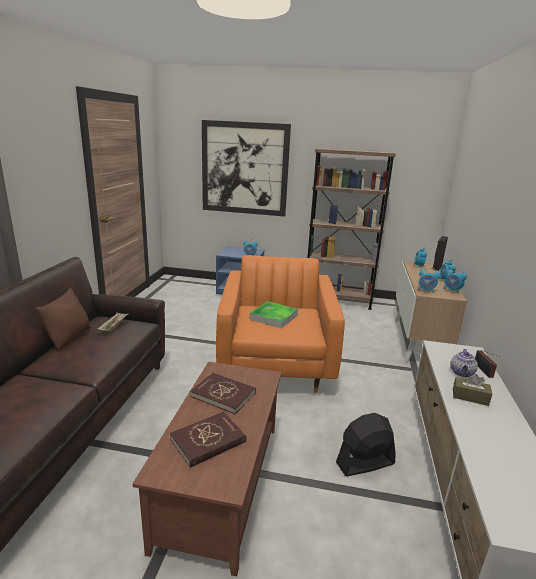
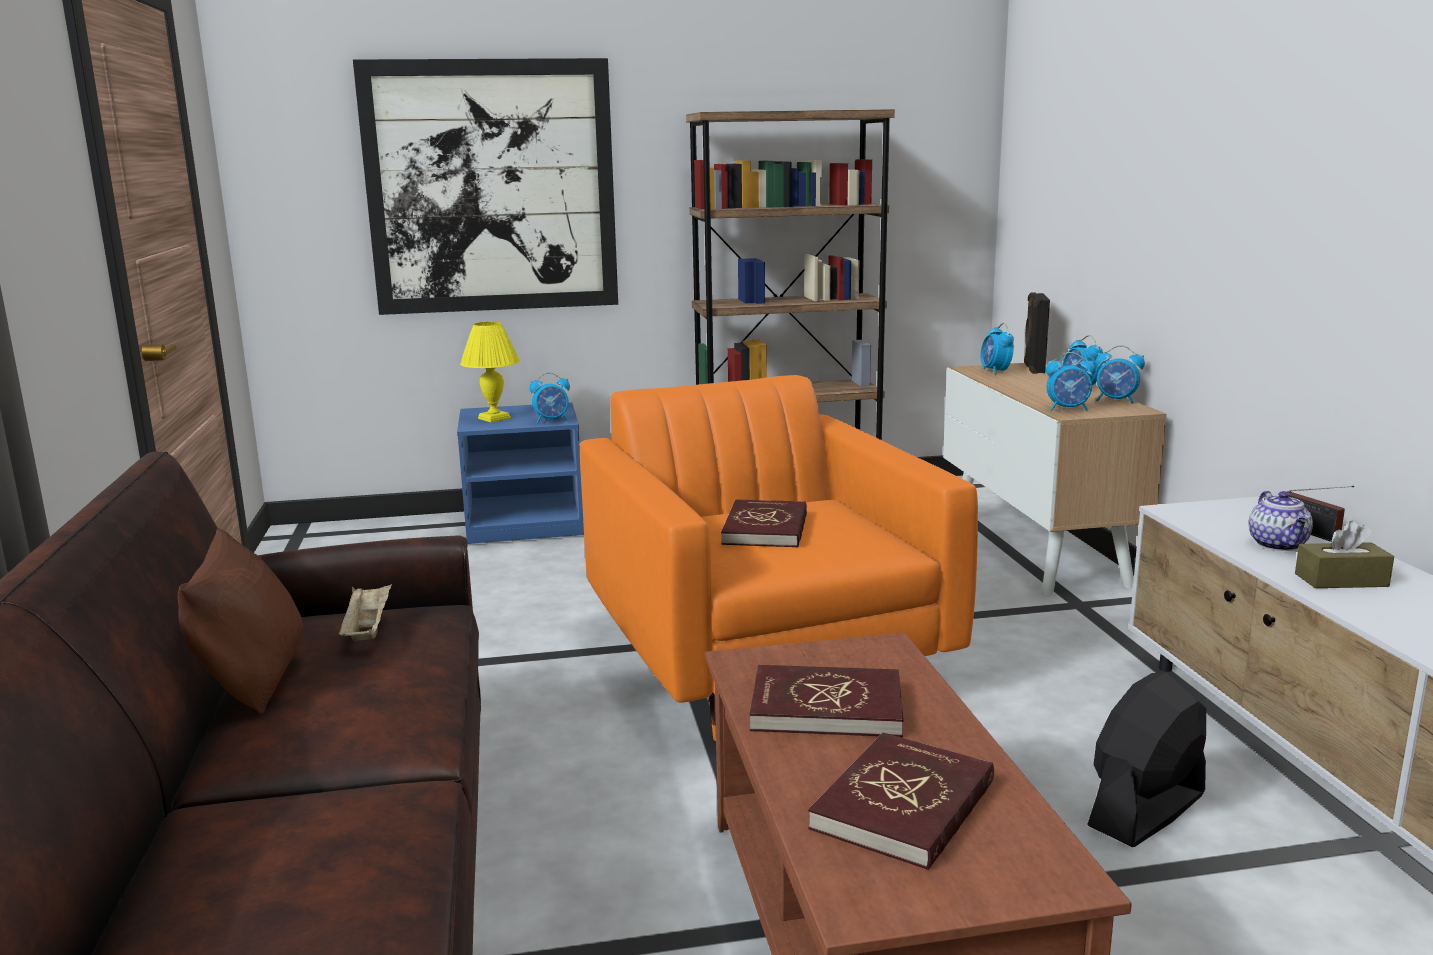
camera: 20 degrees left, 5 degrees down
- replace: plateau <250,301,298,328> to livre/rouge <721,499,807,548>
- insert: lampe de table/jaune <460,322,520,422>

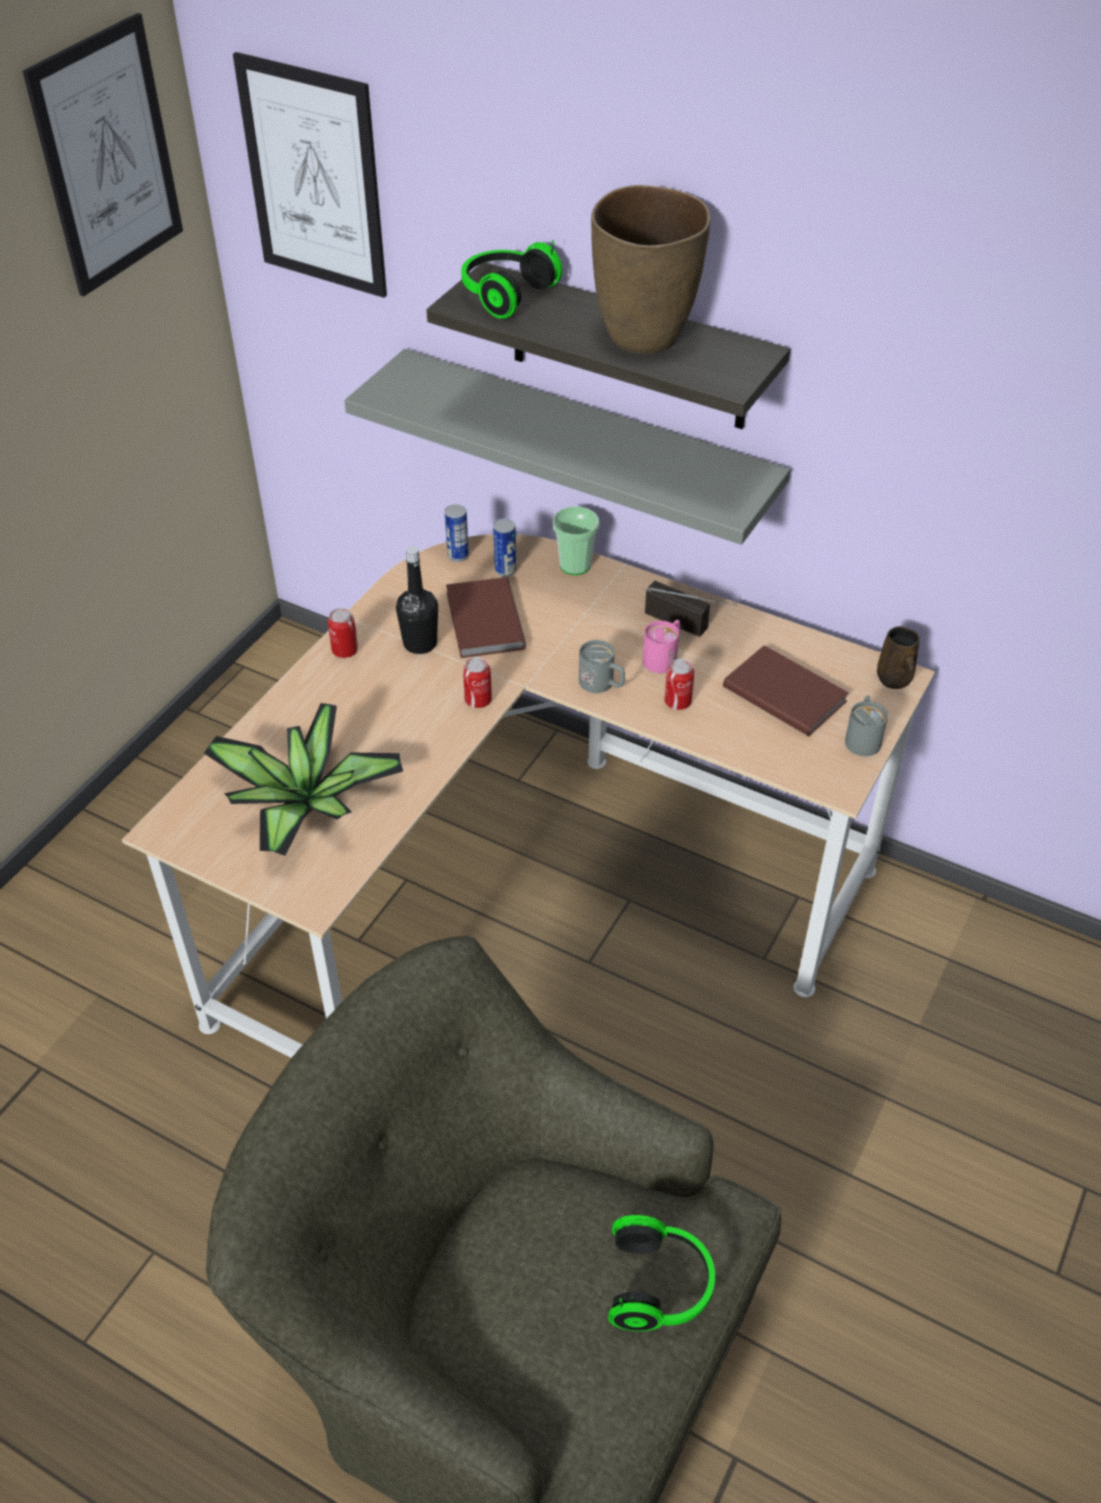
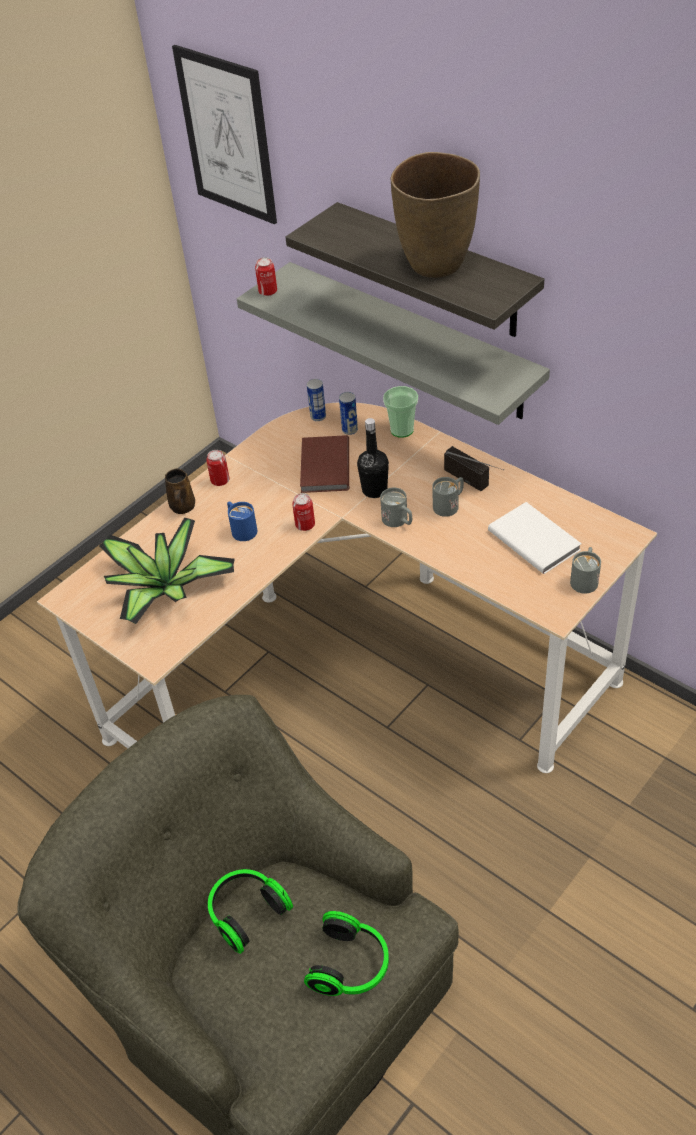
camera: 15 degrees right, 0 degrees up
- delete: tableau <23,13,183,297>
- move: bouteille/noir <396,546,438,654> to <357,418,389,498>
- move: casque audio <461,240,562,319> to <208,869,293,954>
- recolor: mug/rose <643,620,680,673> to mug/gris <432,477,464,517>
- move: boîte métallique <664,659,694,710> to <255,257,277,296>
- recolor: livre/marron <723,645,849,736> to livre/blanc <488,502,582,574>
- move: mug/marron <877,626,920,689> to <165,468,195,514>
- insert: mug/bleu <227,501,257,541>

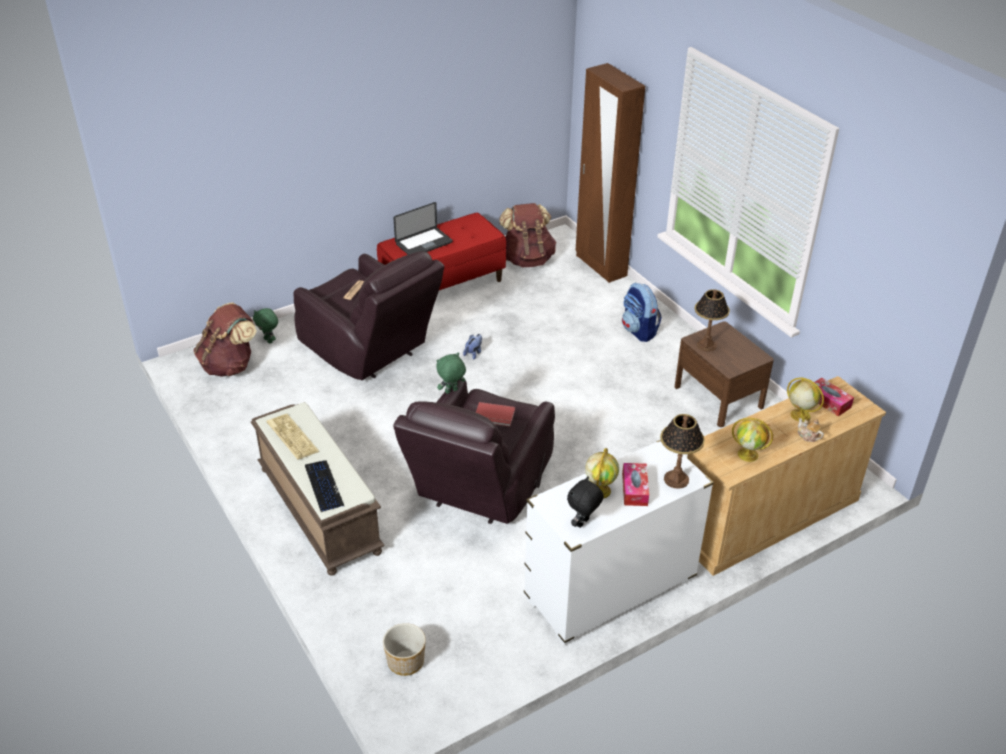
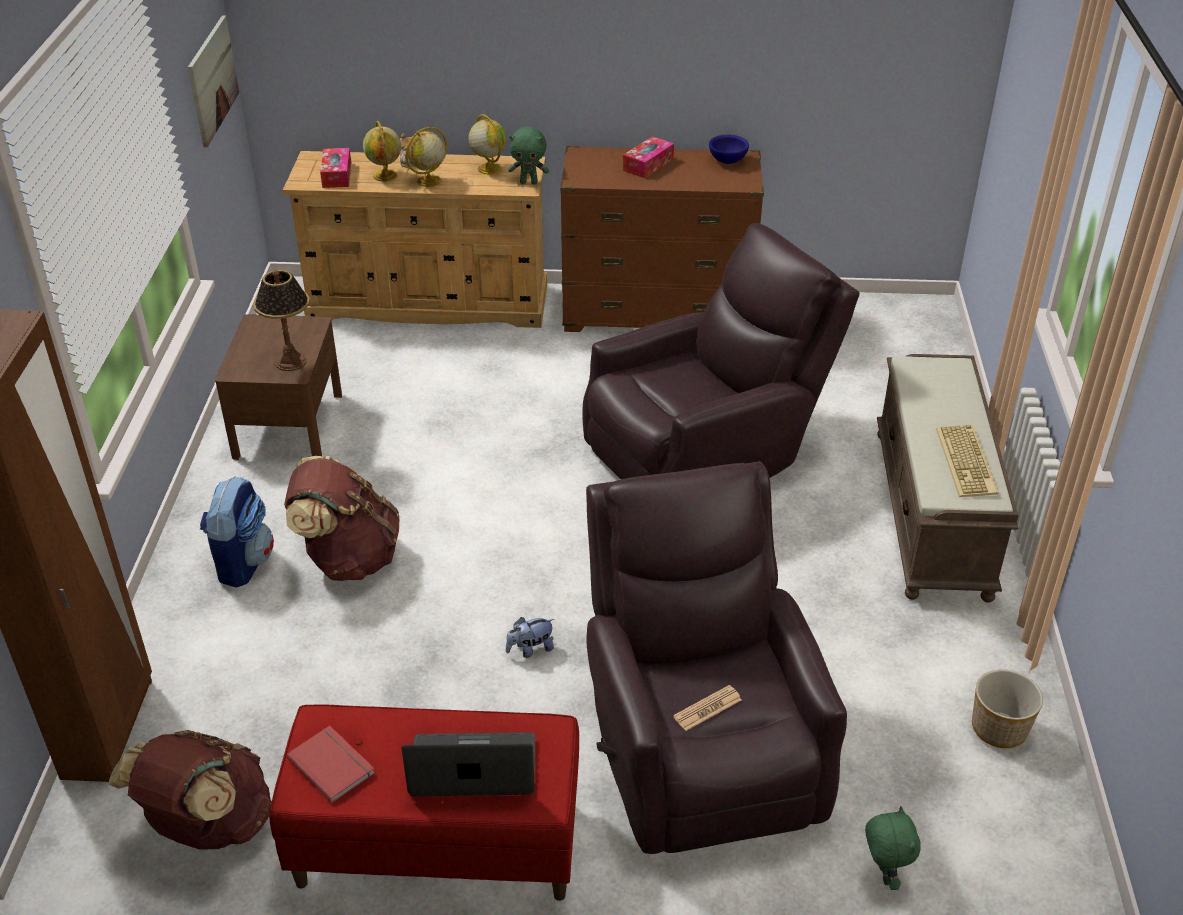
camera: 145 degrees left, 0 degrees up
- move: sac à dos/marron <194,303,257,377> to <284,456,400,581>
- delete: clavier <305,460,344,513>
- move: cache-pot <383,623,426,676> to <972,669,1043,748>
- move: peluche/vert <436,352,466,394> to <508,126,549,184>
- move: livre/rouge <476,402,515,427> to <287,726,375,803>
- recolor: commode/blanc <524,440,714,646> to commode/marron <560,146,764,332>
- replace: peluche/noir <567,476,604,528> to bol/bleu <709,135,749,164>
- move: globe <585,448,619,498> to <406,127,447,187>
- delete: lampe de table <660,414,705,489>
- insert: tableau <188,15,239,147>

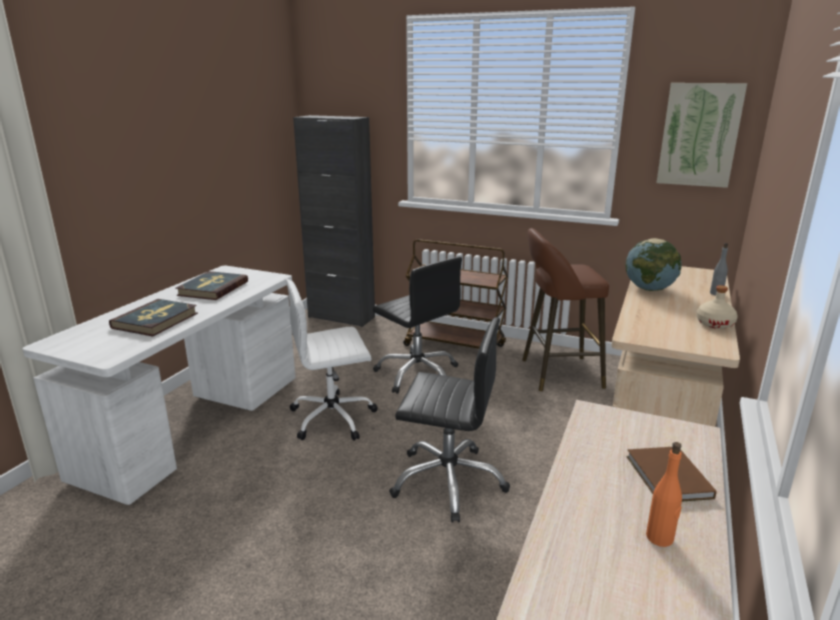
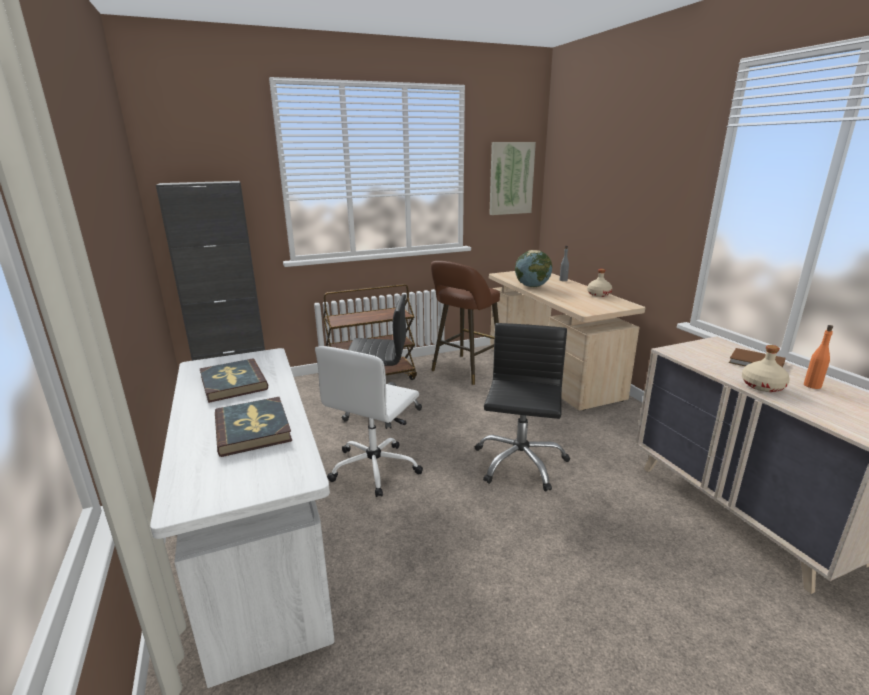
camera: 45 degrees left, 0 degrees up
- rotate: chaise de bureau/noir <389,317,510,523> = <475,323,570,492> 45 degrees counterclockwise
- insert: bouteille/beige <742,345,790,392>

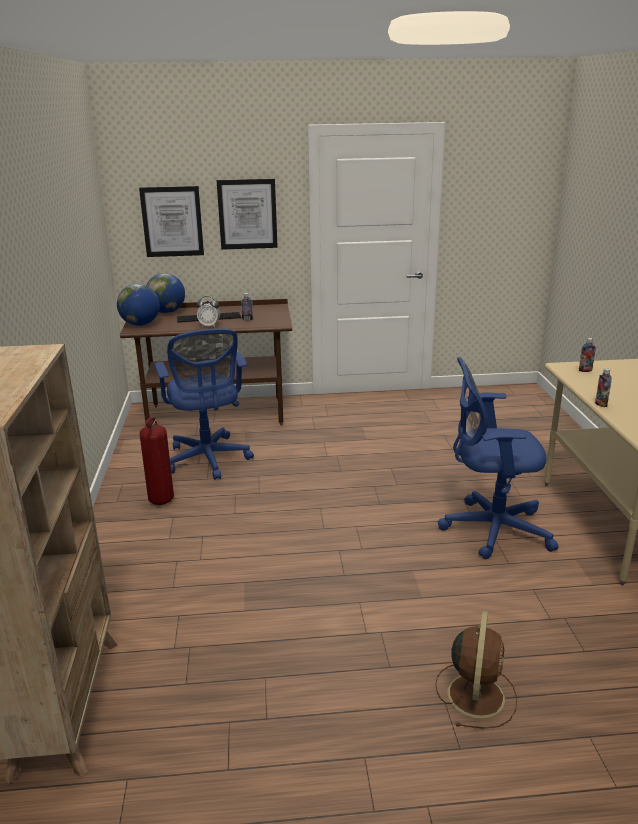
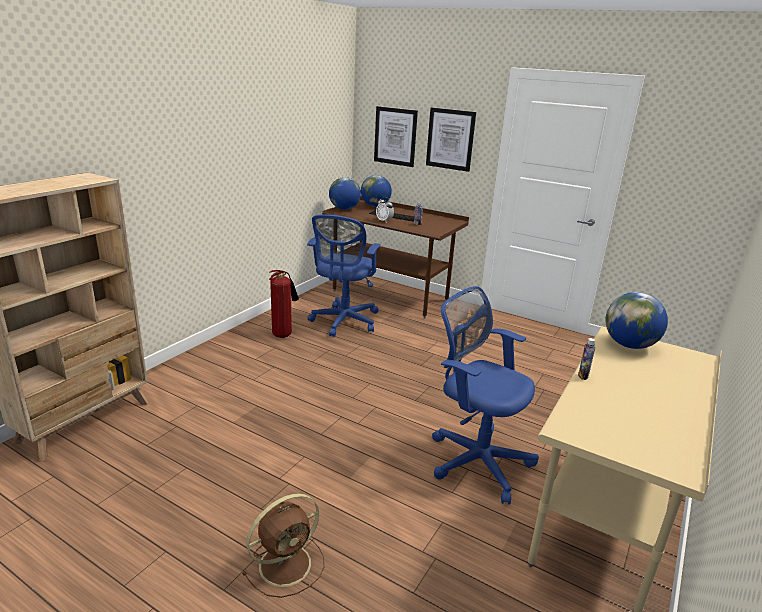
camera: 35 degrees right, 0 degrees up
- replace: bouteille <579,338,596,372> to globe <606,292,668,349>

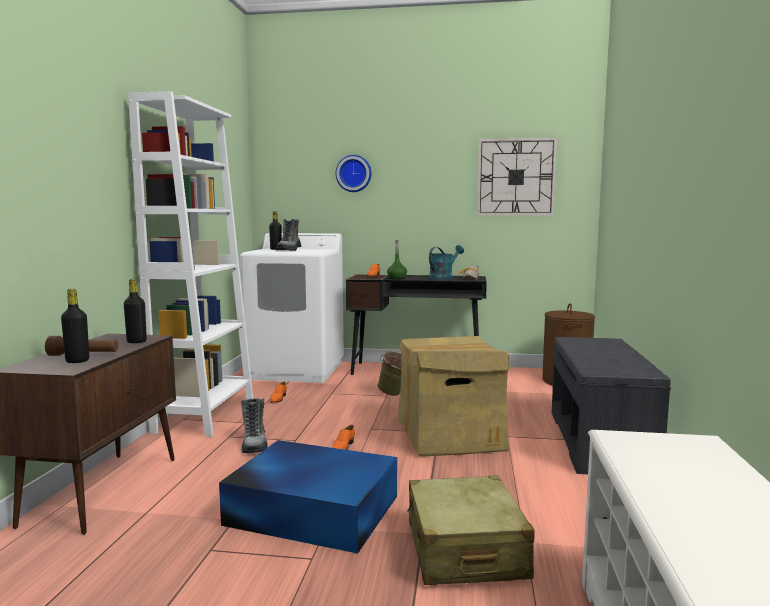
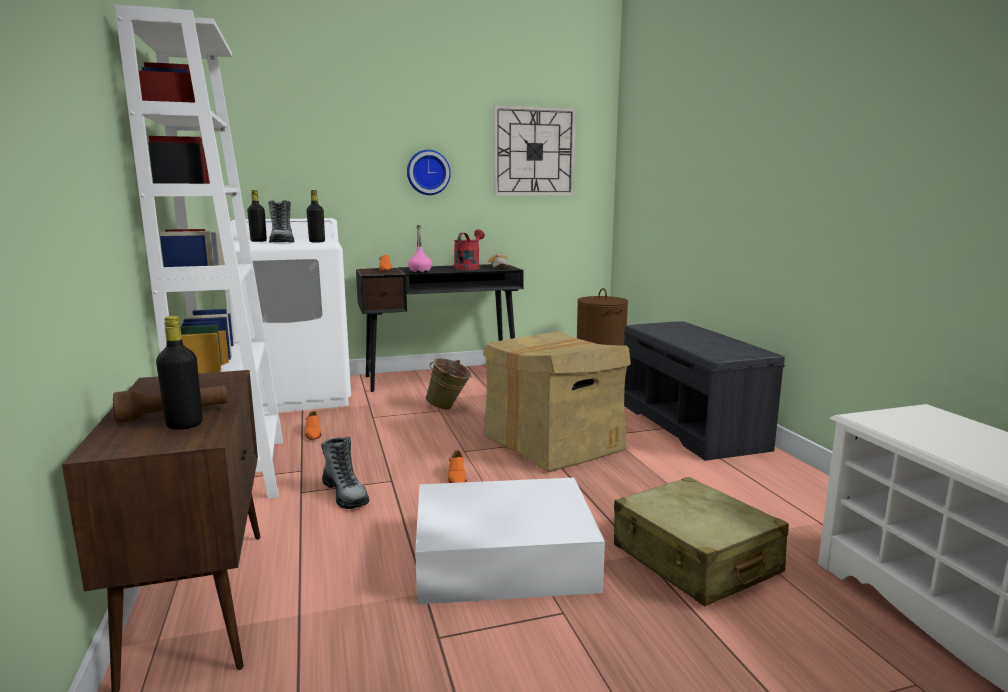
camera: 25 degrees left, 5 degrees up
- move: bouteille/noir <124,279,147,343> to <306,190,325,242>
- recolor: boîte de rangement/bleu <219,440,397,554> to boîte de rangement/blanc <415,478,605,605>
- move: horloge murale <336,155,372,192> to <407,150,451,195>
- recolor: bouteille/vert <387,240,407,280> to bouteille/rose <408,225,432,273>
- recolor: arrosoir/turquoise <429,245,464,279> to arrosoir/rouge <454,229,485,270>

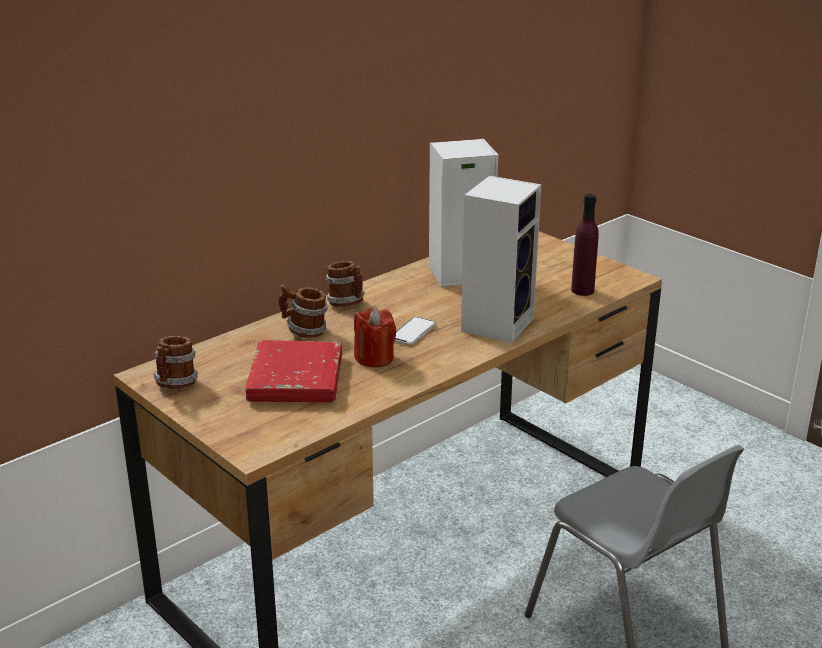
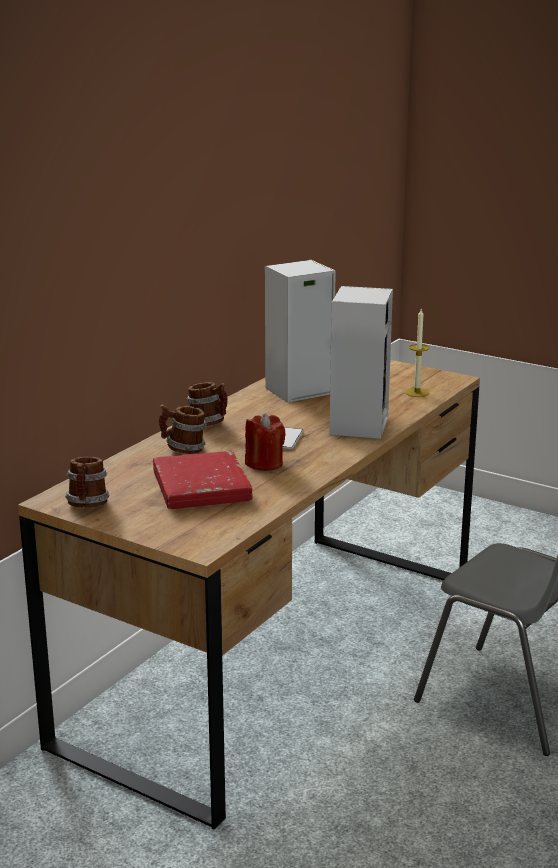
camera: 15 degrees left, 5 degrees down
- replace: bouteille/violet <571,194,599,296> to bougie <406,309,429,397>

